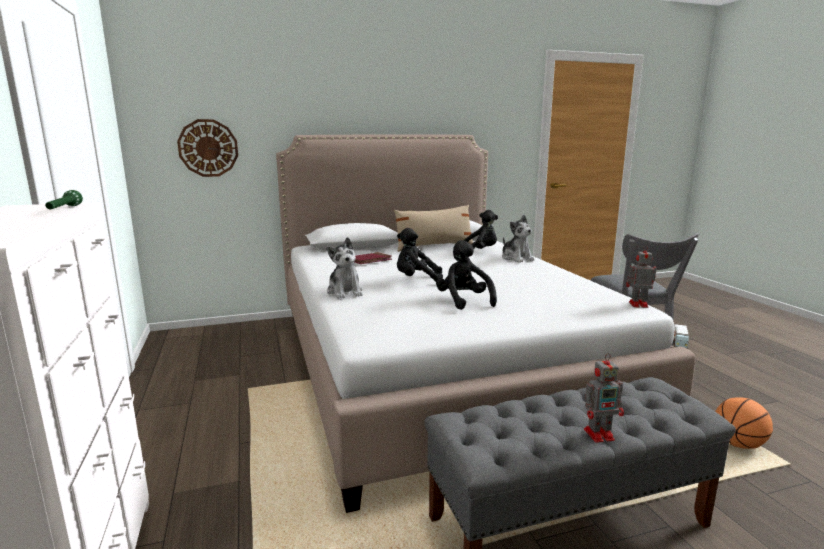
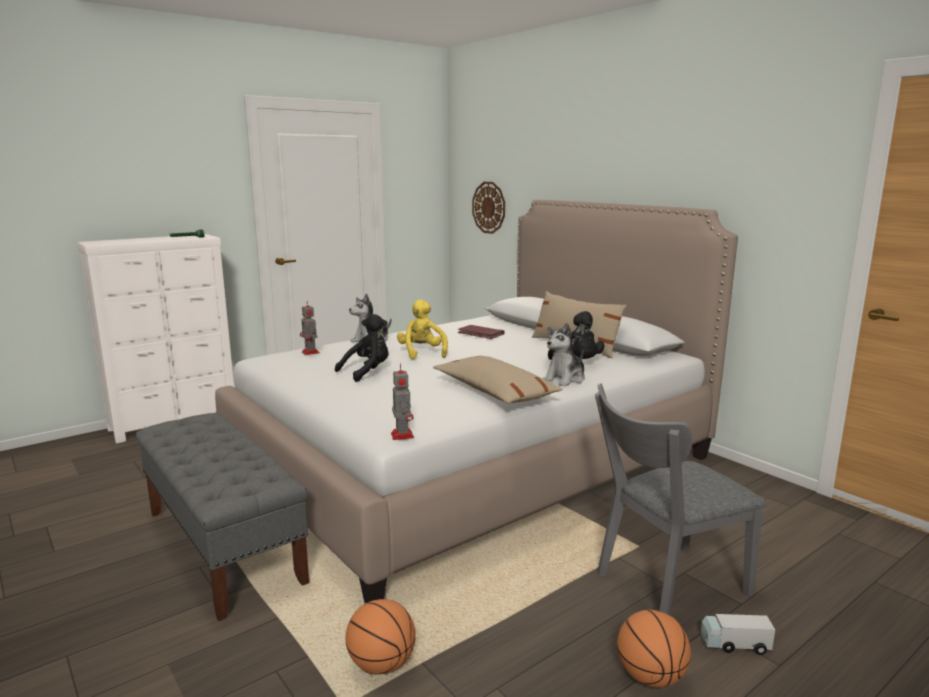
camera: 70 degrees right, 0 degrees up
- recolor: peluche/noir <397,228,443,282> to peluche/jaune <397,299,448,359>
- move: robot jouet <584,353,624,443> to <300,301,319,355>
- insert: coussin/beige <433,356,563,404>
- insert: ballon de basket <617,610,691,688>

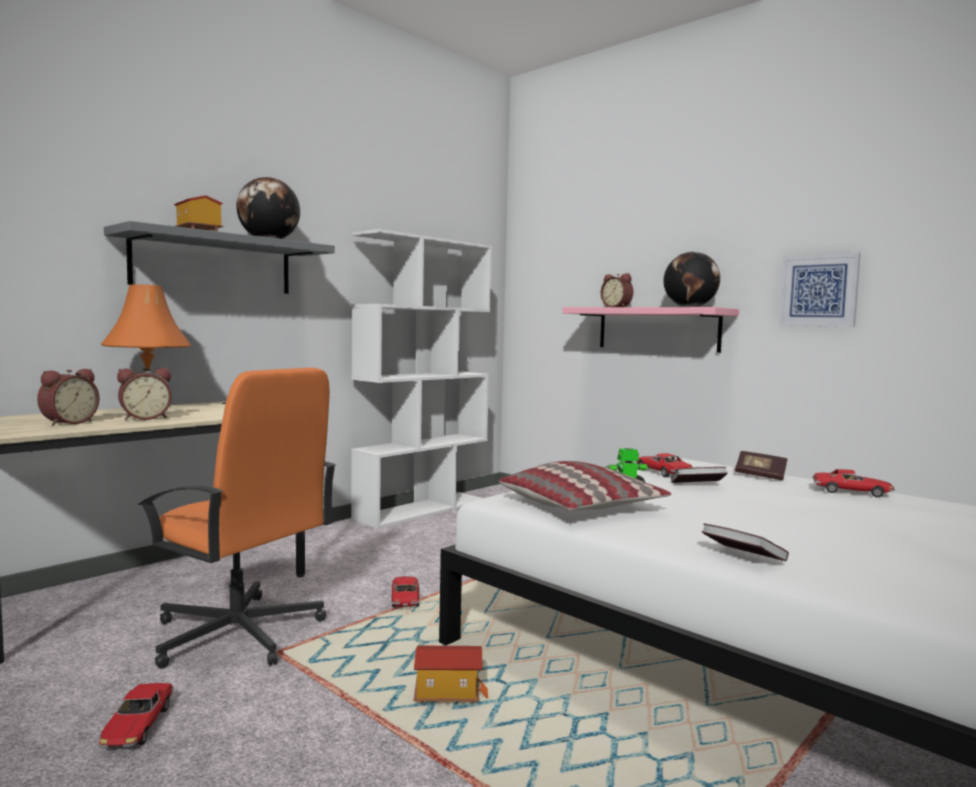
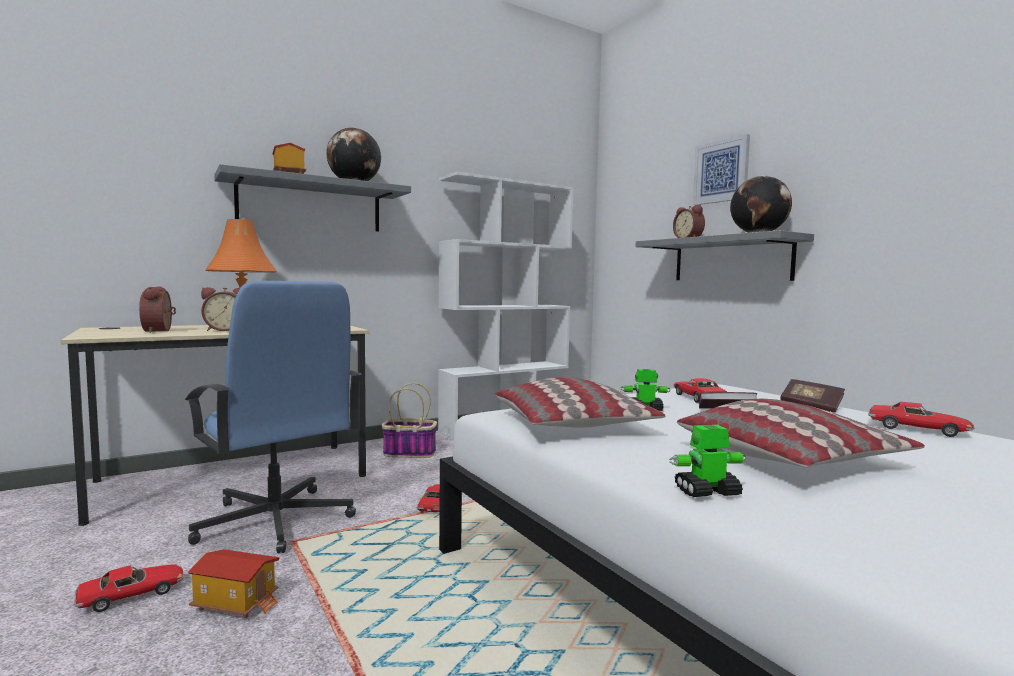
camera: 15 degrees right, 0 degrees up
- rotate: réveil <37,369,99,426> = <139,287,176,333> 120 degrees clockwise
- rotate: petite voiture <98,683,174,748> = <74,564,184,612> 135 degrees counterclockwise
- recolor: chaise de bureau/orange <138,368,336,668> to chaise de bureau/bleu <185,281,361,553>
- move: maison miniature <414,645,488,703> to <188,549,280,618>
- recolor: étagère/rose <562,307,739,353> to étagère/gris <635,230,814,281>
- replace: livre <702,523,789,561> to robot jouet <669,425,746,497>
- move: tableau <778,252,861,327> to <693,134,750,205>
- insert: panier <382,383,437,458>
- insert: coussin <677,399,925,468>

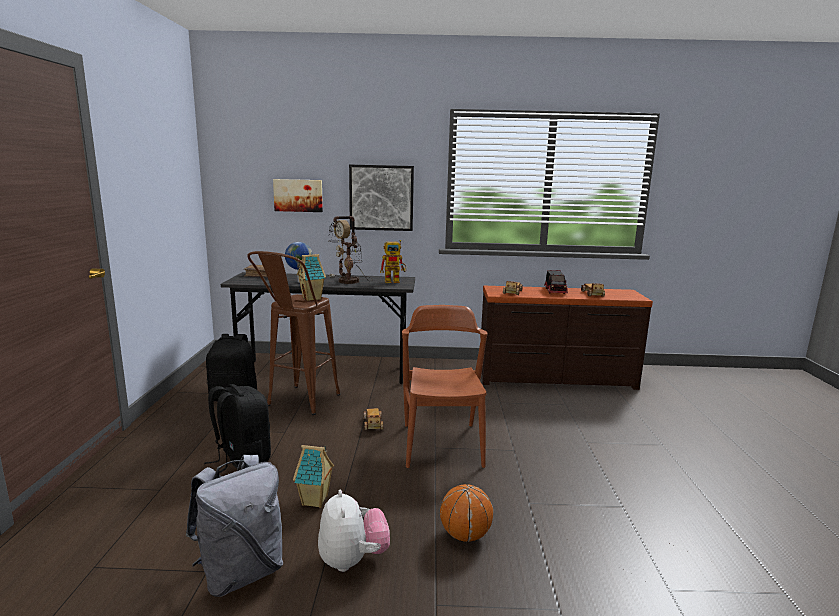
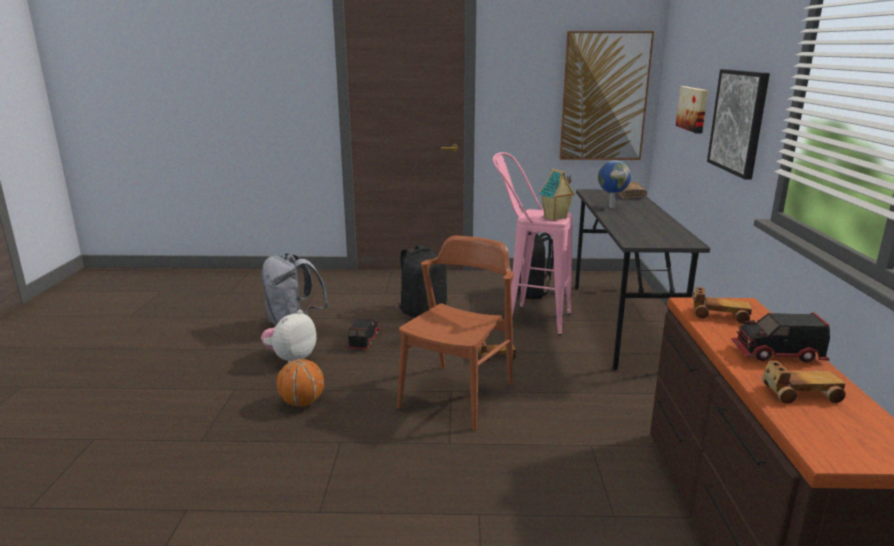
camera: 90 degrees right, 5 degrees up
- recolor: tabouret/marron <247,251,340,415> to tabouret/rose <493,152,572,335>
- replace: maison miniature <293,445,334,508> to camion jouet <347,318,381,349>
- rotate: peluche <318,489,390,572> = <261,310,316,363> 135 degrees clockwise
- delete: lampe de table <328,216,373,284>
- delete: robot jouet <380,240,407,283>
- rotate: chaise/marron <402,305,487,468> = <397,236,514,431> 60 degrees counterclockwise
- insert: tableau <559,31,654,160>

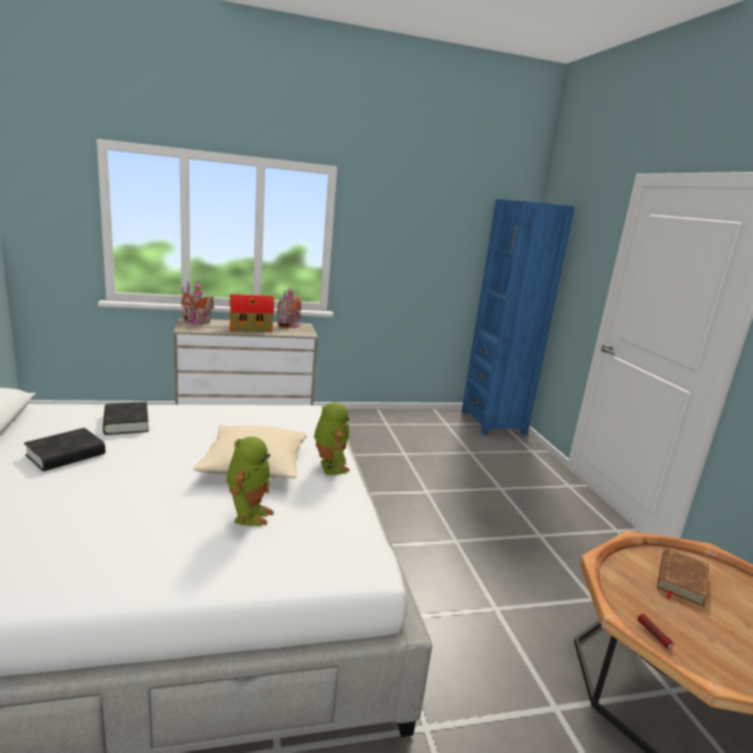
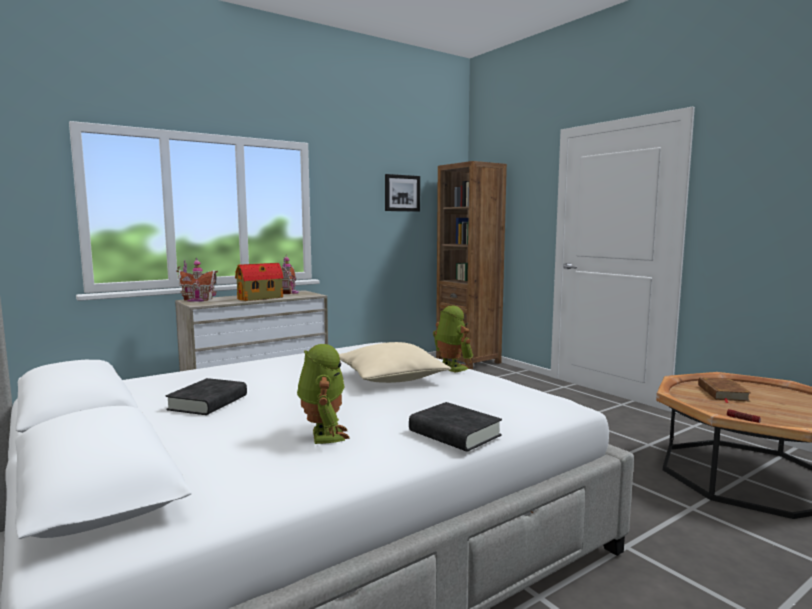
camera: 20 degrees left, 10 degrees down
- move: livre/noir <103,402,149,435> to <409,402,502,452>
- move: robot jouet <227,437,274,526> to <297,344,350,444>
- recolor: bibliothèque/bleu <462,199,575,435> to bibliothèque/marron <436,161,507,369>
- insert: tableau <385,174,420,212>

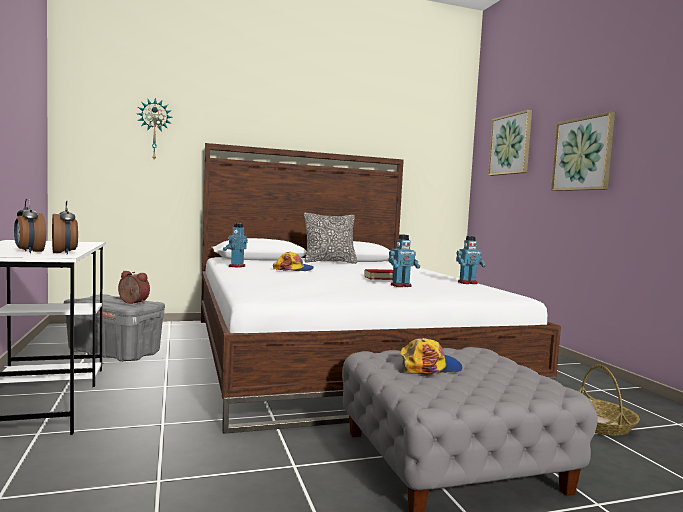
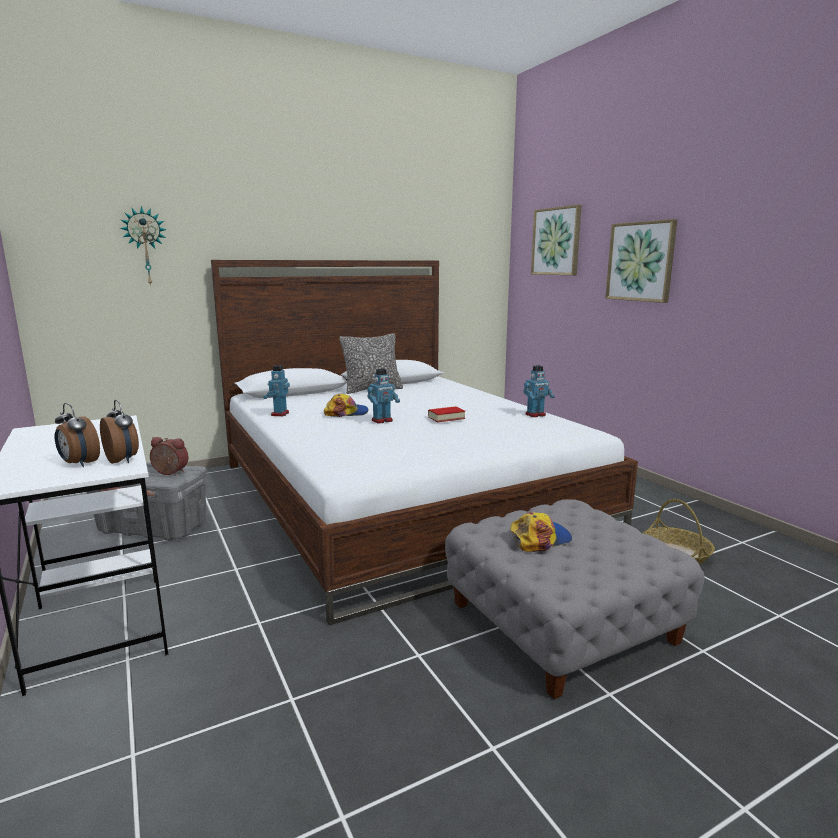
camera: 10 degrees left, 10 degrees up
- move: robot jouet <389,235,420,287> to <367,369,400,424>

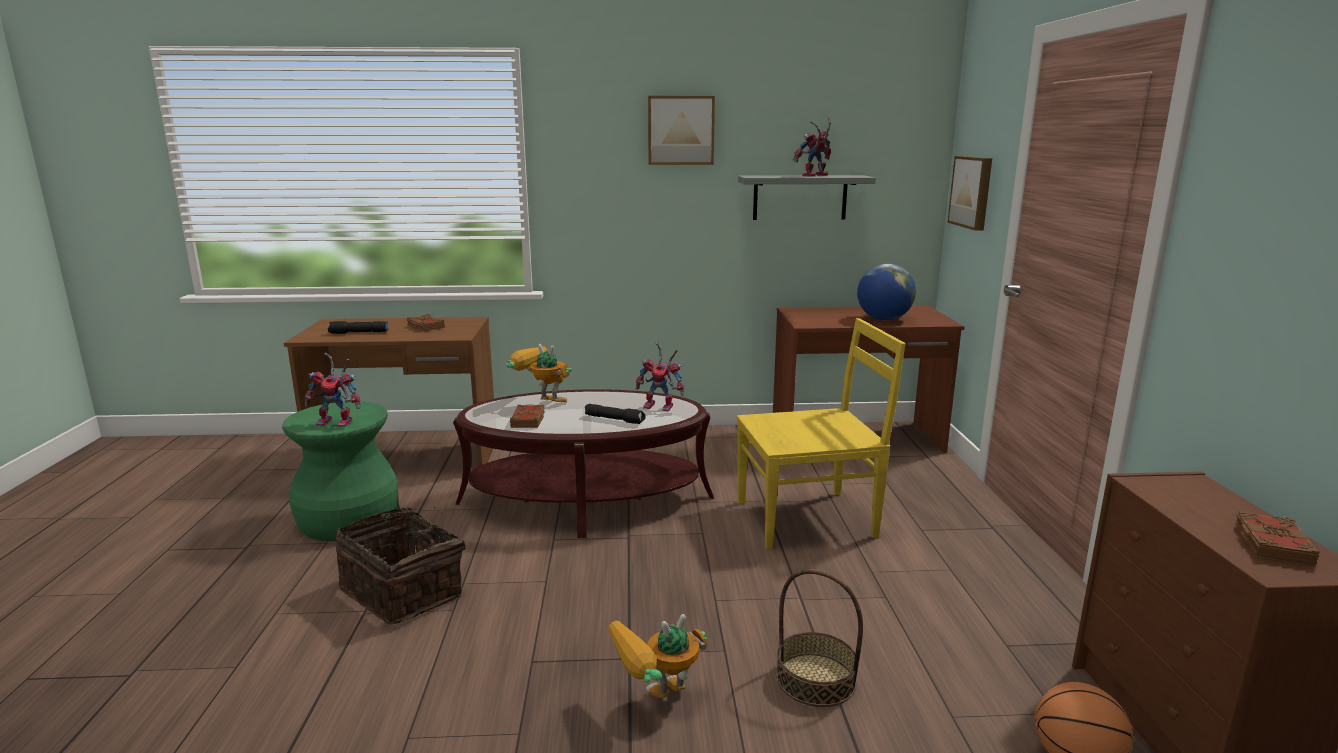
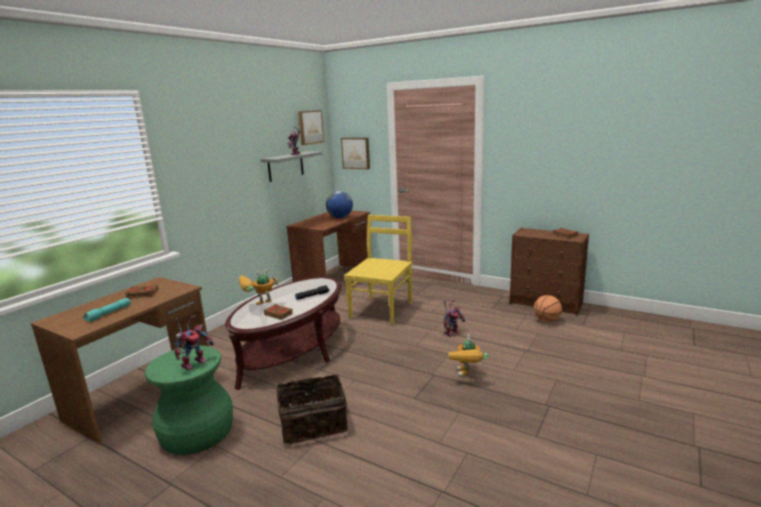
camera: 55 degrees left, 0 degrees up
- recolor: lampe de poche/noir <328,321,388,334> to lampe de poche/turquoise <83,298,131,322>
- move: robot jouet <636,342,684,411> to <444,300,465,337>
- move: tableau <648,96,715,165> to <298,110,324,145>
- delete: panier <776,569,863,707>

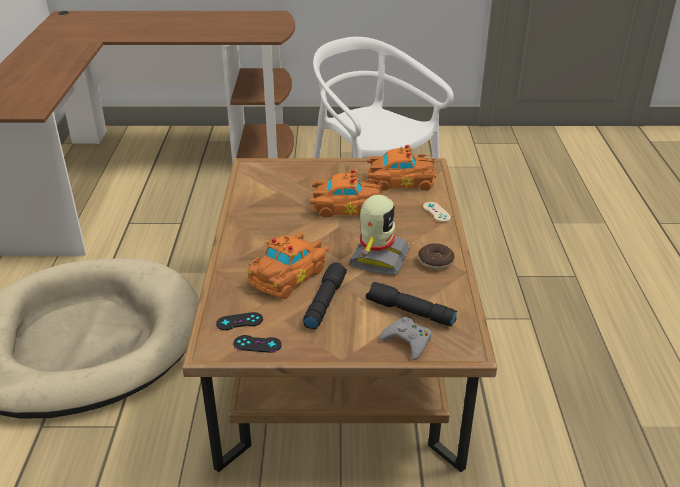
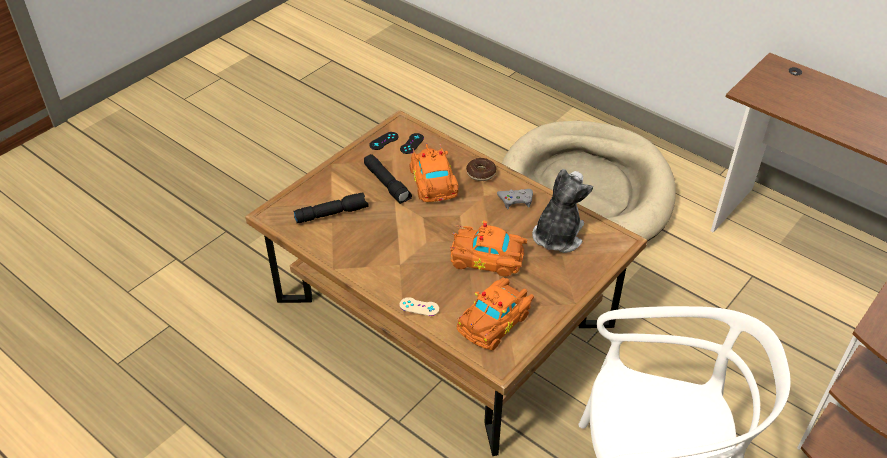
camera: 130 degrees right, 10 degrees up
- rotate: petite voiture/orange <310,169,383,218> = <450,220,527,277> 60 degrees clockwise
- delete: robot jouet <349,195,410,275>
- move: manette/gris <380,317,431,360> to <497,189,533,209>
- move: beignet <418,243,455,269> to <466,158,496,181>
- insert: peluche <532,169,593,253>

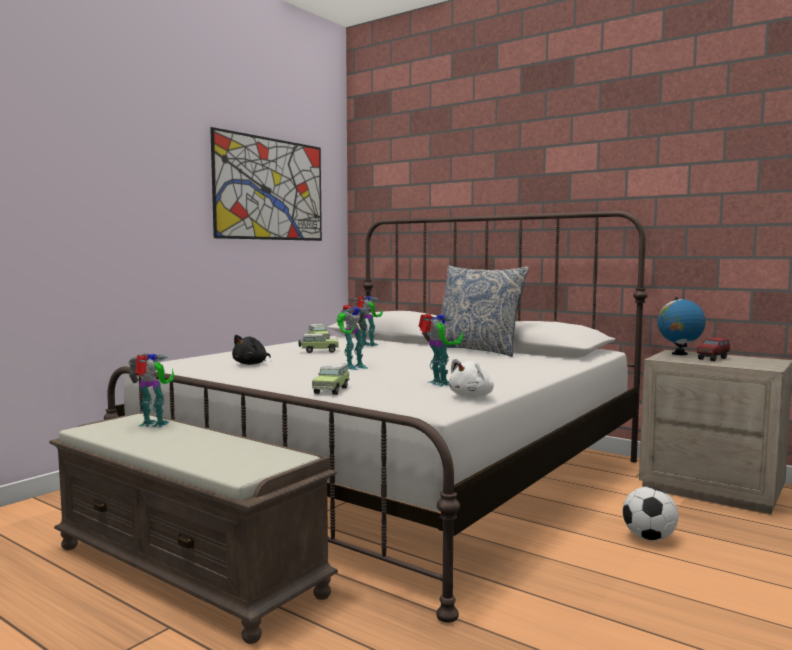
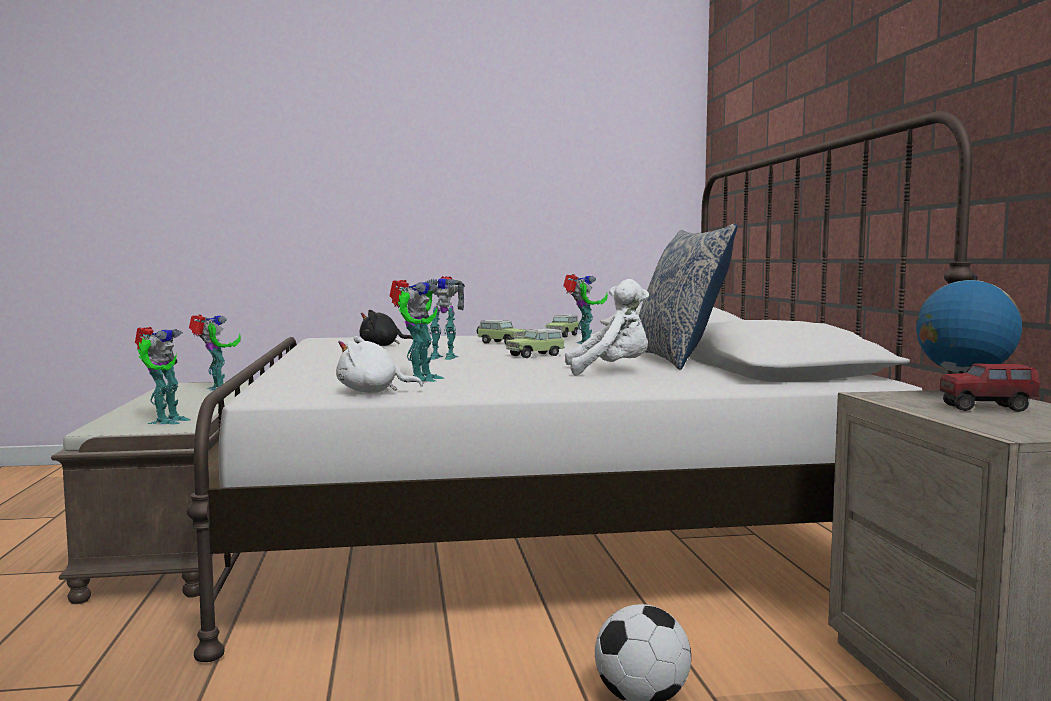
camera: 45 degrees right, 0 degrees up
- delete: tableau <210,127,322,241>
- move: petite voiture <312,363,350,395> to <506,328,565,358>
- insert: robot jouet <135,327,191,424>
- insert: peluche/blanc <565,279,649,376>

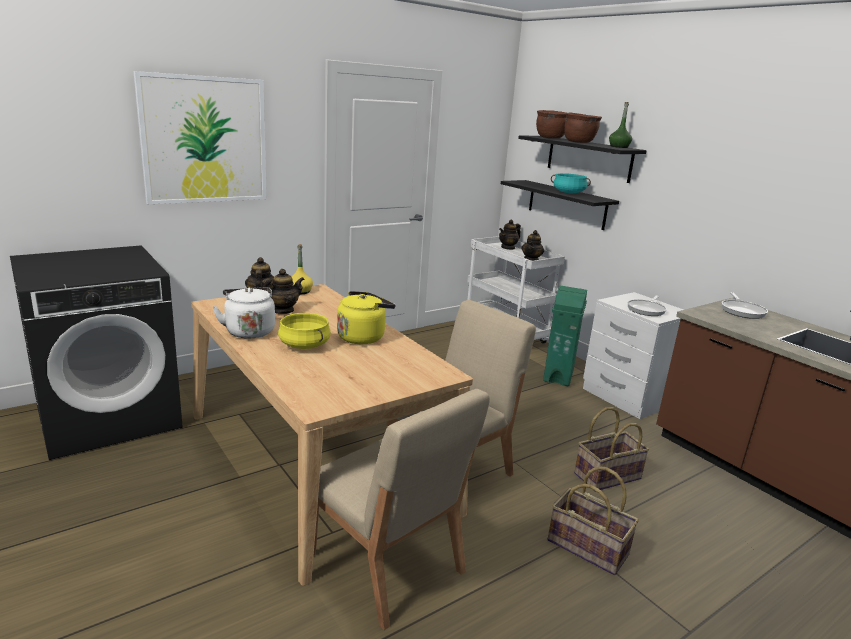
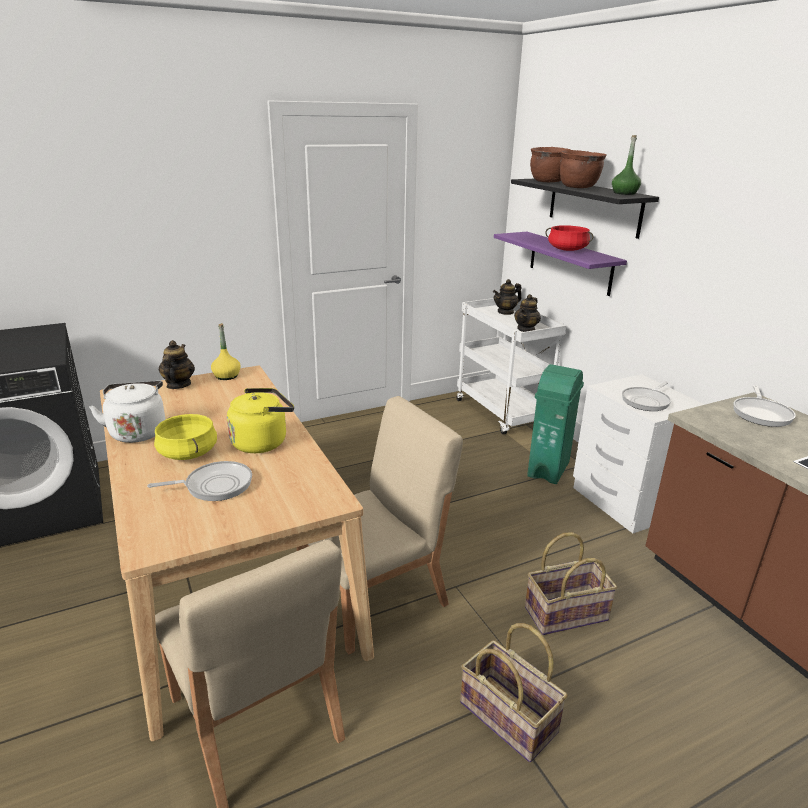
camera: 10 degrees right, 5 degrees up
- delete: tableau <133,71,267,204>
- delete: théière <261,269,304,314>
- recolor: étagère/noir <501,180,619,230> to étagère/violet <494,232,627,296>
- recolor: marmite/turquoise <551,173,591,193> to marmite/rouge <545,225,593,251>
- insert: poêle <147,461,252,501>

